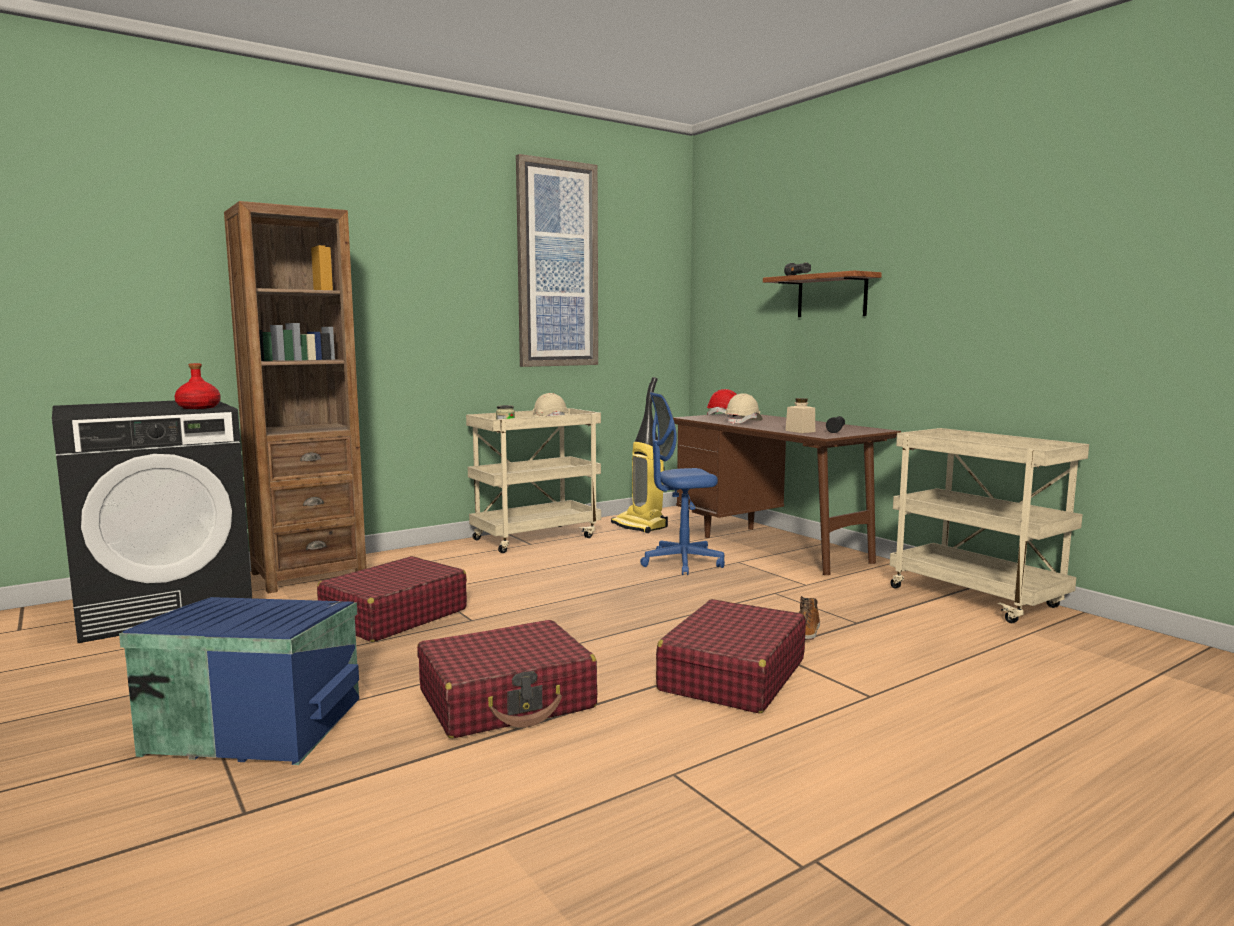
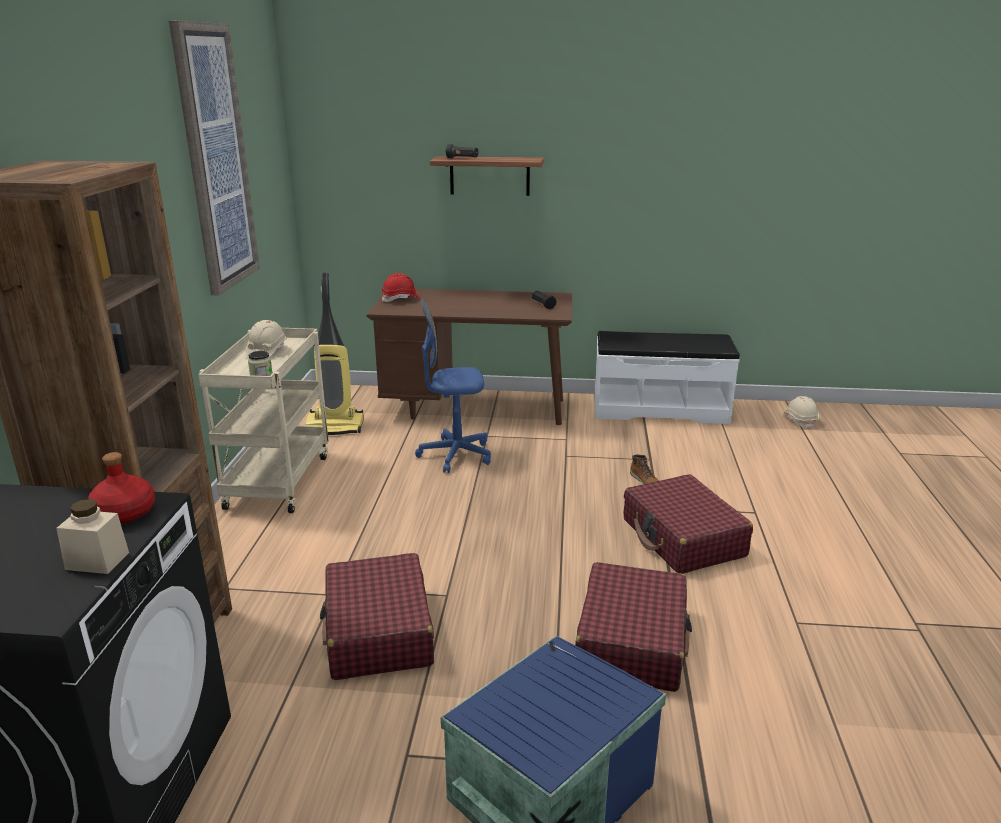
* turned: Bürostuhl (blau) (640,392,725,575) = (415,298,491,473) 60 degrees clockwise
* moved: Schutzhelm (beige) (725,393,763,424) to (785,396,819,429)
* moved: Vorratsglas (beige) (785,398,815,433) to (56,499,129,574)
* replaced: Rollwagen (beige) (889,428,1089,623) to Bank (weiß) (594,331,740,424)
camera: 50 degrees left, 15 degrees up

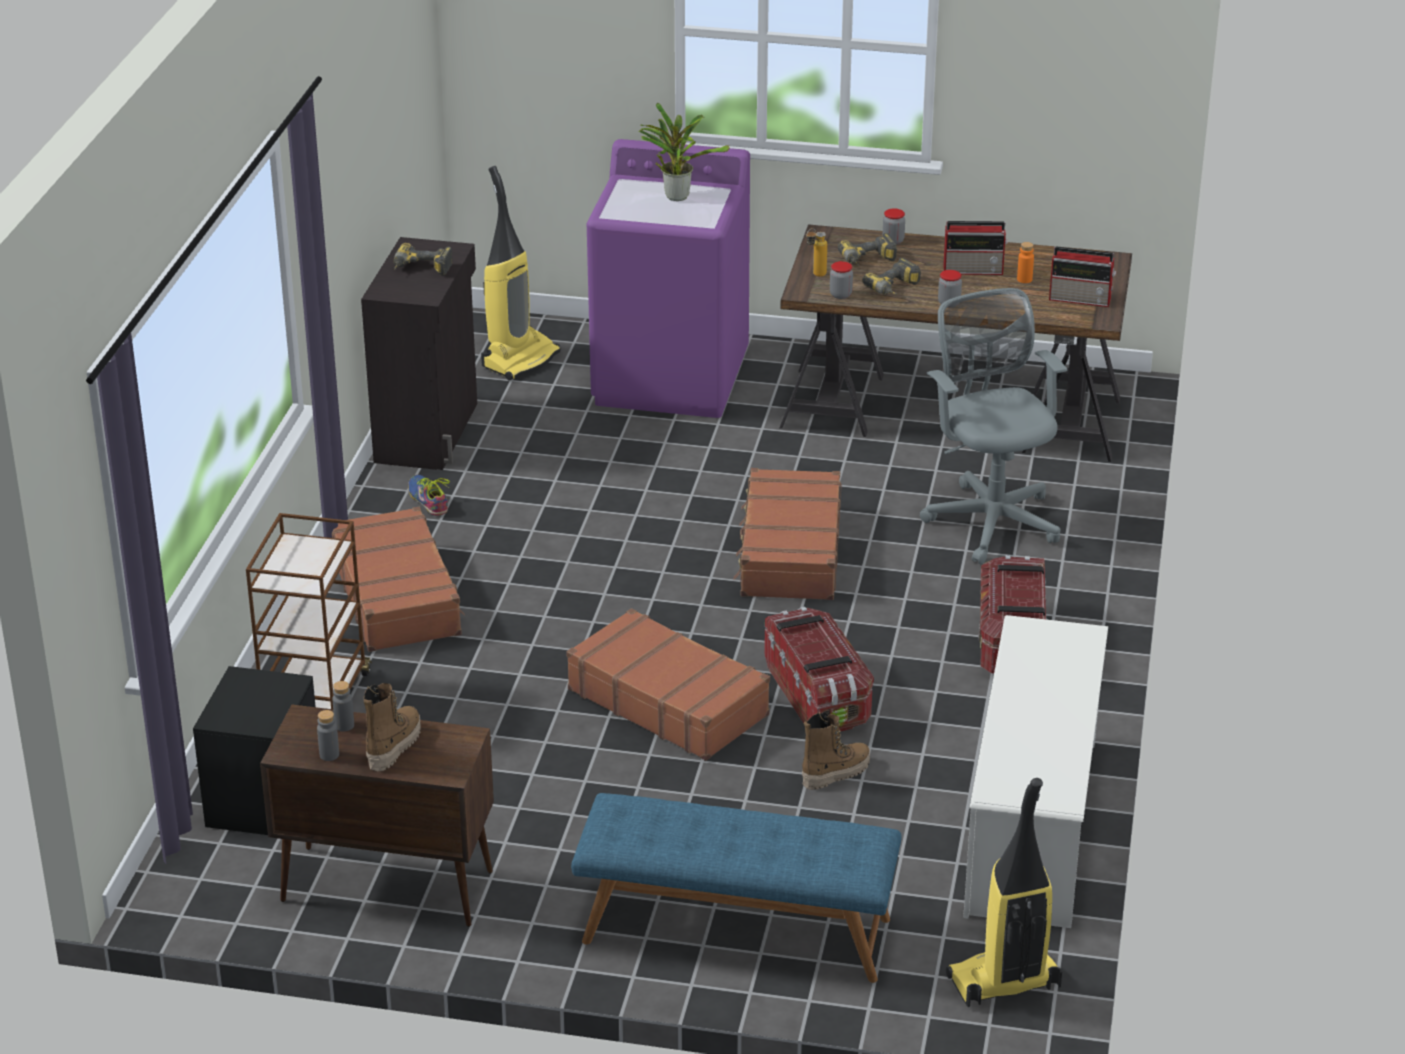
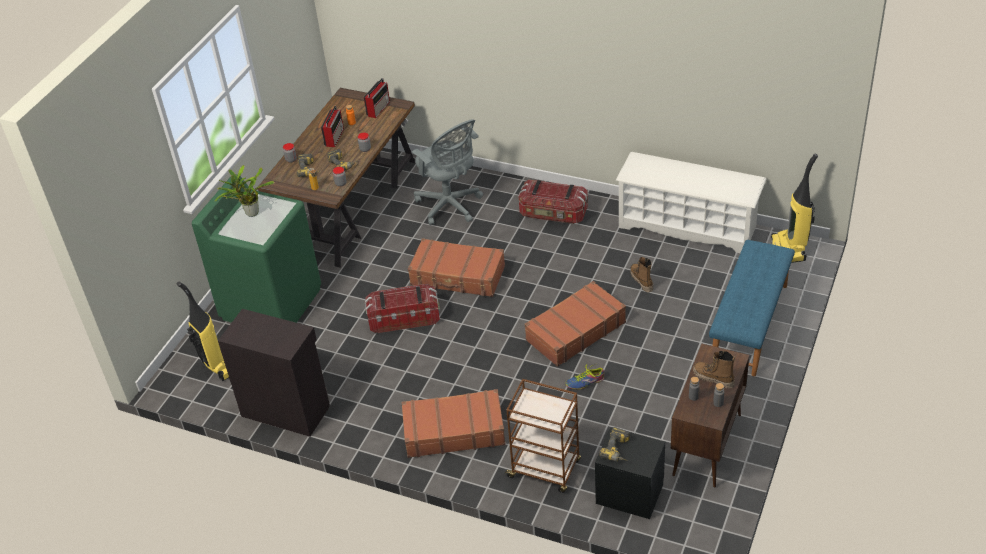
* recoloured: Waschmaschine (lila) (587,139,750,418) to Waschmaschine (grün) (192,174,321,323)
* moved: Bohrmaschine (394,243,452,276) to (599,427,630,461)
* turned: Bürostuhl (grau) (920,288,1068,565) = (412,119,483,225) 120 degrees counterclockwise
* moved: Schuh (408,475,450,516) to (565,363,604,389)
* moved: Aufbewahrungsbox (764,607,874,732) to (365,284,440,333)
camera: 75 degrees left, 10 degrees up

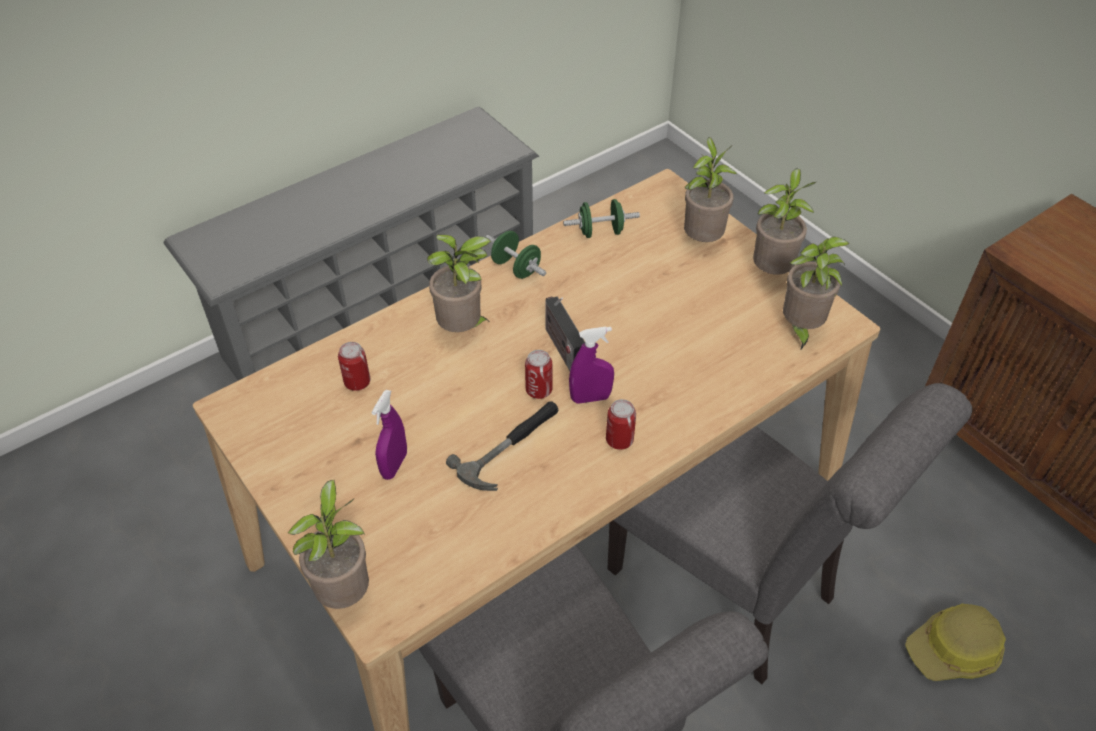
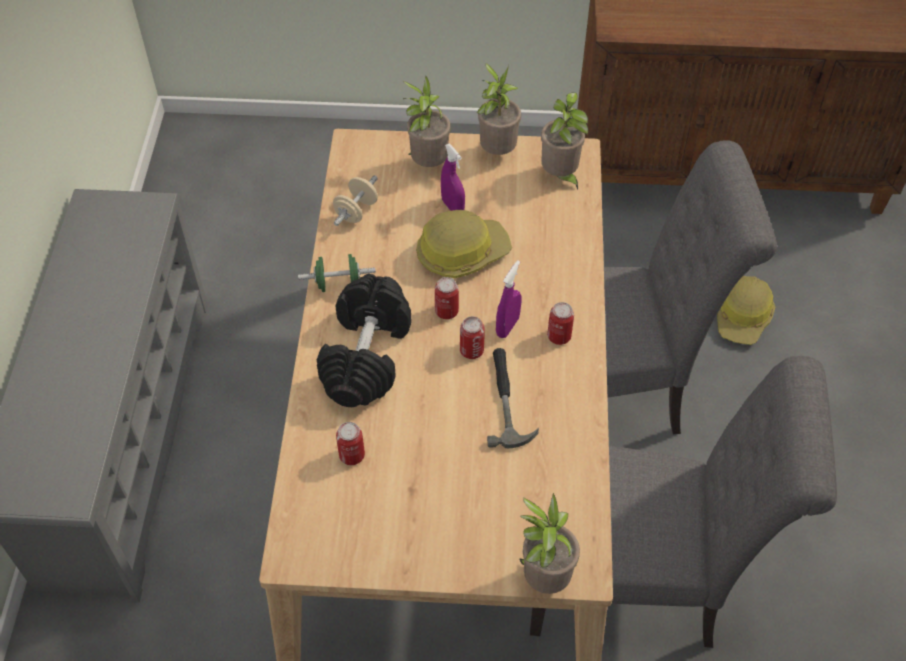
* recoloured: Hantel (grün) (563,199,640,238) to Hantel (beige) (333,175,378,226)
* replaced: Topfpflanze (427,235,491,332) to Hantel (schwarz) (317,274,412,407)
* replaced: Radio (545,296,585,371) to Dose (435,277,459,319)
* moved: Sprühflasche (lila) (371,390,407,480) to (441,144,465,211)
* added: Schutzhelm (416,210,512,278)
camera: 50 degrees left, 5 degrees up

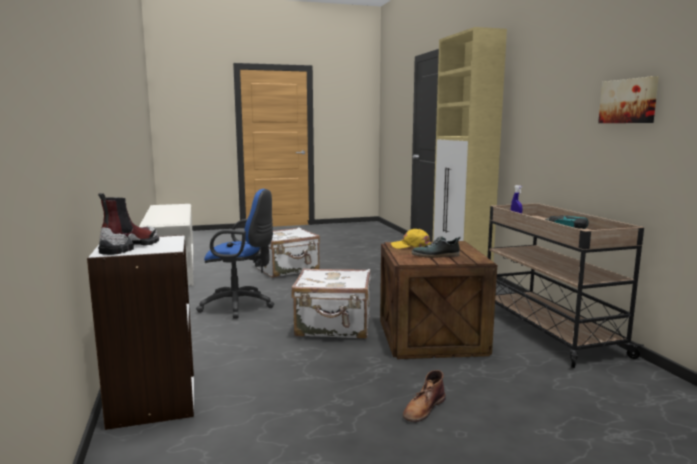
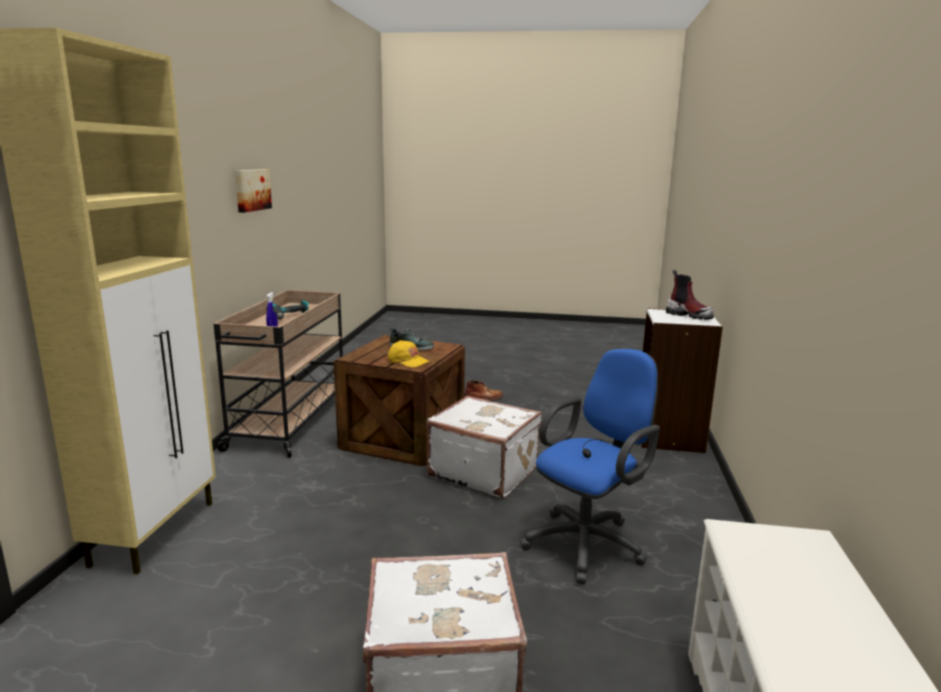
* turned: Bürostuhl (blau) (196,189,274,319) = (520,349,660,584) 105 degrees clockwise
* turned: Stiefel (98,193,159,255) = (666,270,714,320) 90 degrees counterclockwise
camera: 155 degrees left, 5 degrees up

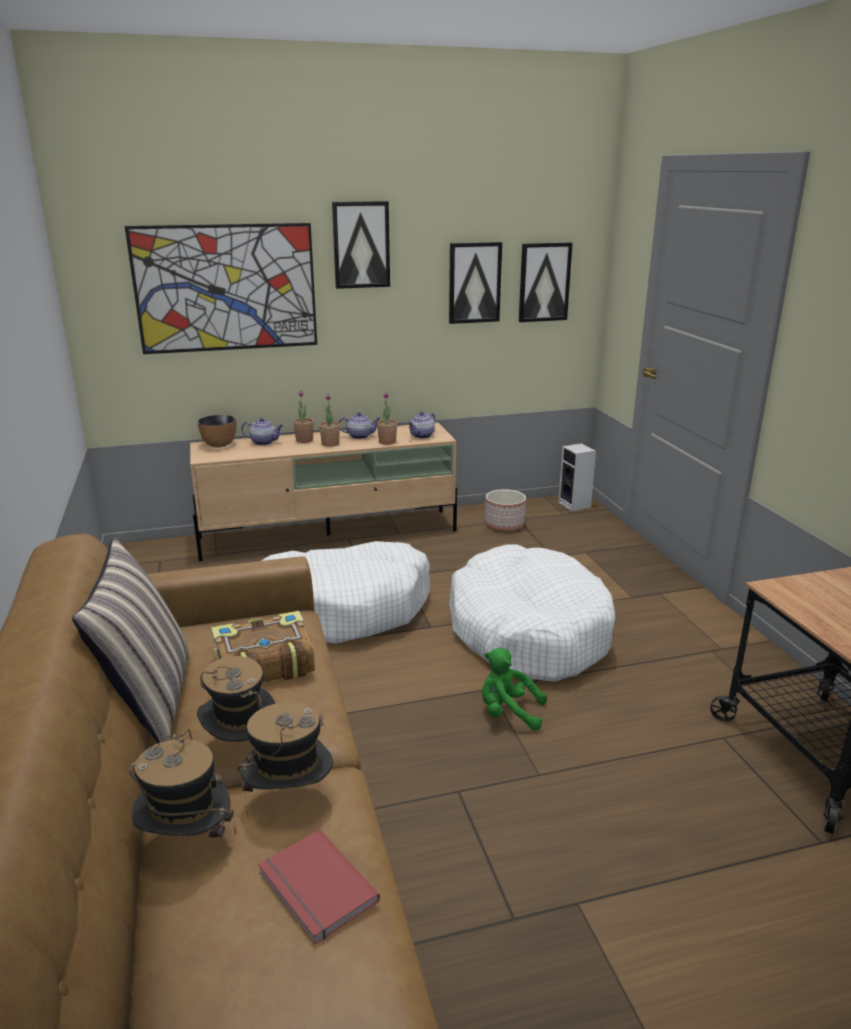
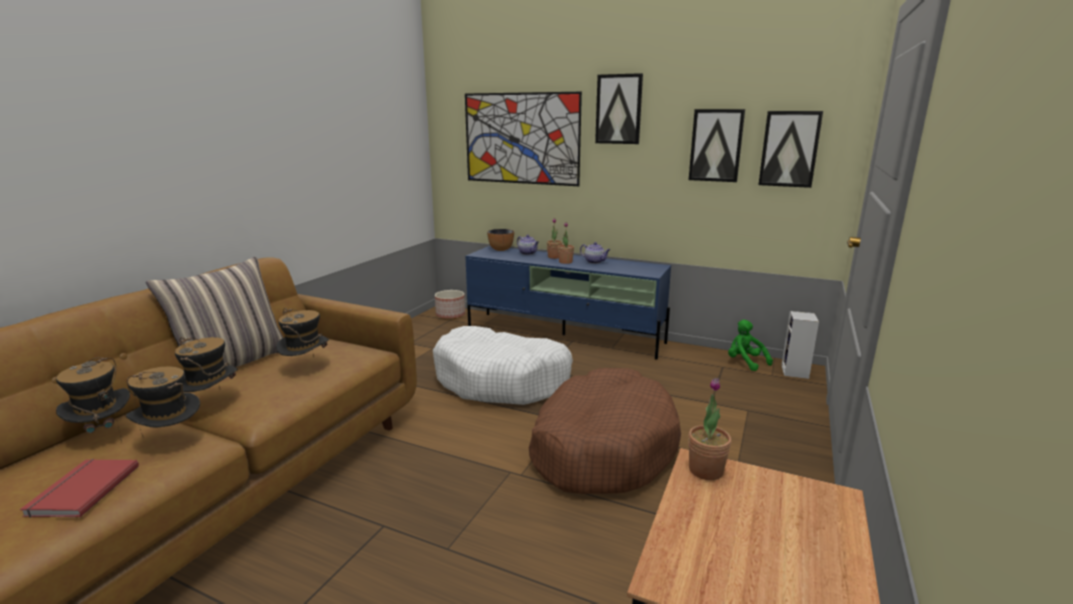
* moved: Topfpflanze (377,391,397,445) to (689,378,731,480)
* removed: Teekanne (408,412,436,438)
* recoloured: Fernsehschrank (beige) (190,422,457,561) to Fernsehschrank (blau) (465,246,671,360)
* moved: Pflanzkübel (485,489,526,531) to (435,290,465,320)
* recoloured: Hundebett (weiß) (449,544,616,682) to Hundebett (braun) (529,368,681,494)
* replaced: Buch (211,611,315,682) to Hut (276,308,329,357)
* moved: Plüschtier (grün) (482,647,547,731) to (728,320,773,371)
camera: 40 degrees right, 5 degrees down

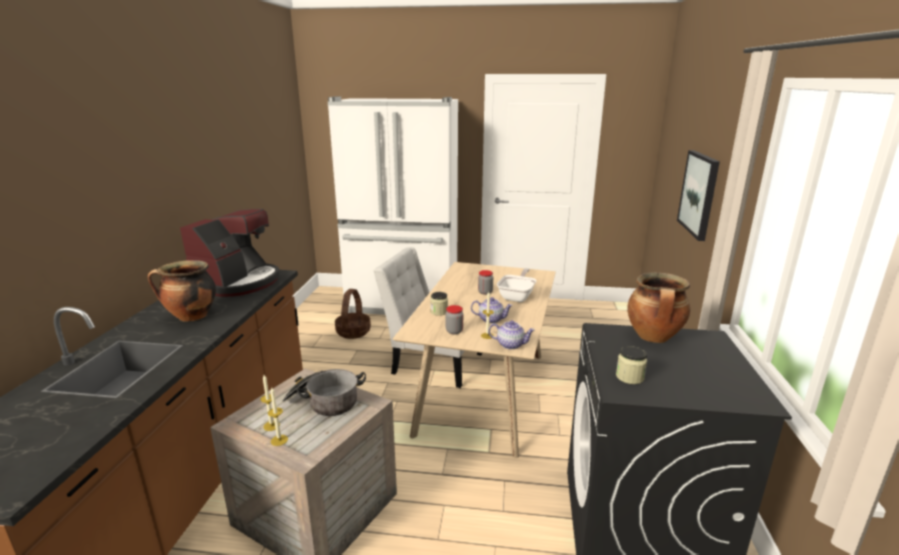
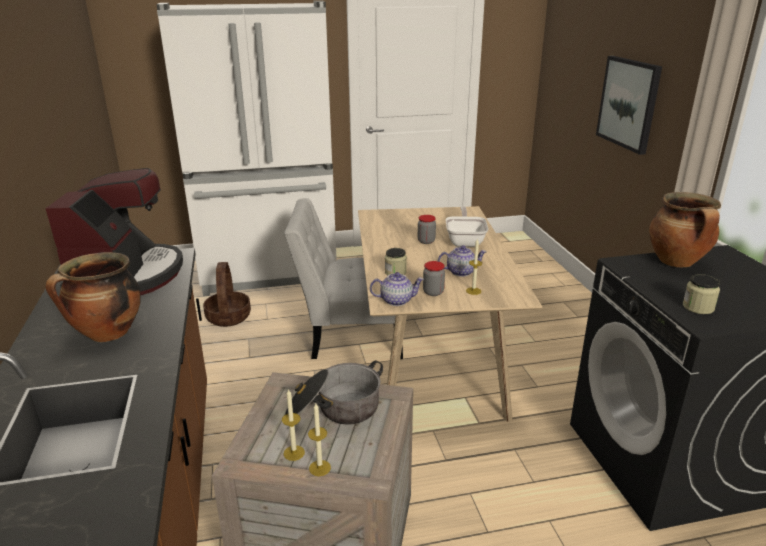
* moved: Teekanne (488,321,535,350) to (370,272,424,306)
camera: 20 degrees left, 5 degrees up

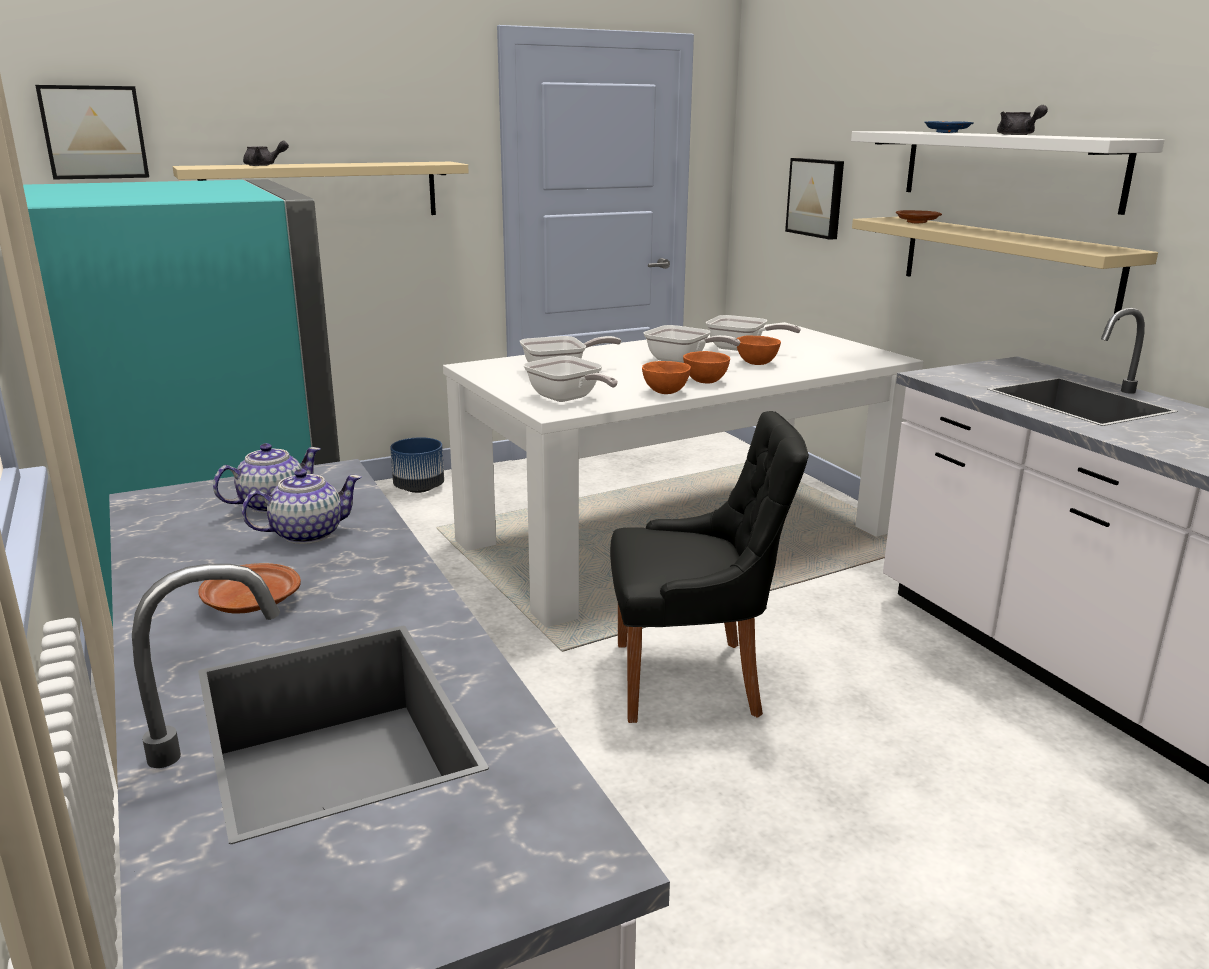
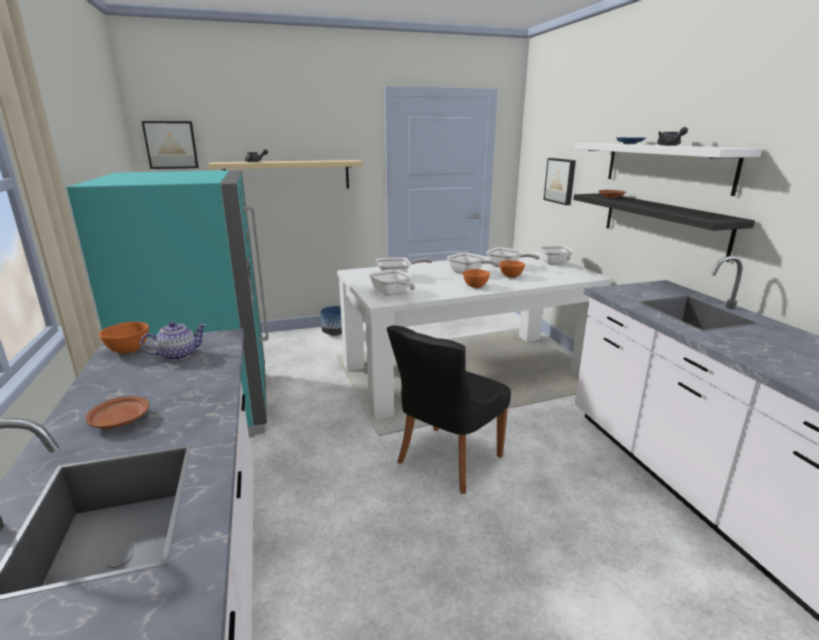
* recoloured: Wandregal (beige) (852,217,1158,320) to Wandregal (schwarz) (573,193,755,262)
* moved: Schüssel (orange) (642,361,691,394) to (99,322,149,354)
* turned: Stuhl (schwarz) (610,411,809,723) = (387,325,511,494) 120 degrees clockwise
* removed: Teekanne (242,469,361,544)
* added: Pfanne (539,245,574,265)
camera: 10 degrees right, 0 degrees up

